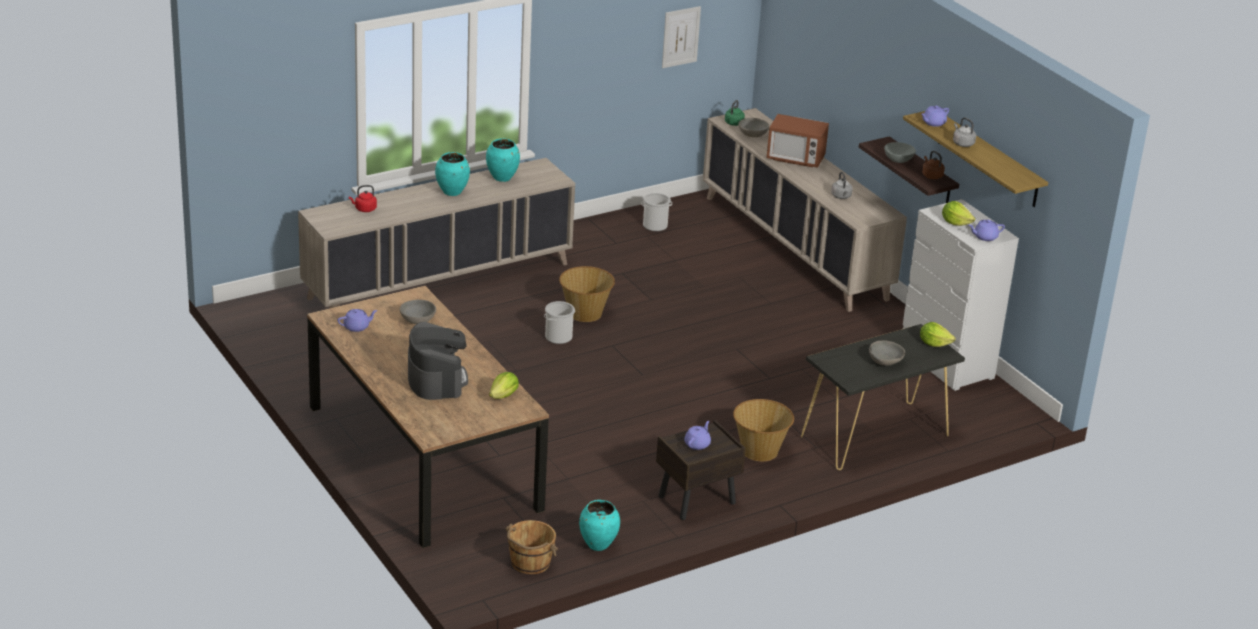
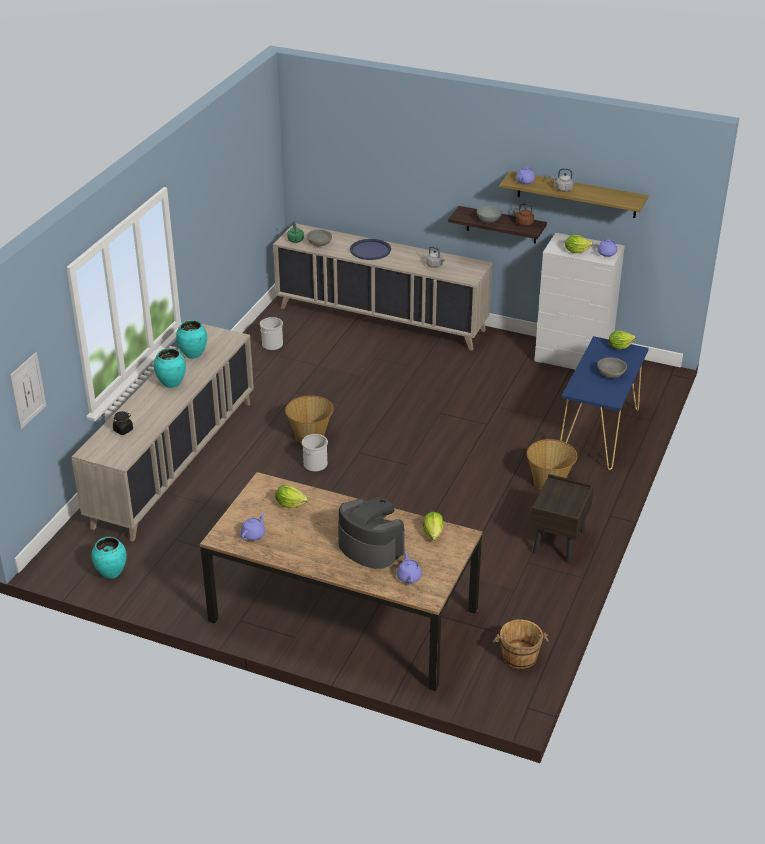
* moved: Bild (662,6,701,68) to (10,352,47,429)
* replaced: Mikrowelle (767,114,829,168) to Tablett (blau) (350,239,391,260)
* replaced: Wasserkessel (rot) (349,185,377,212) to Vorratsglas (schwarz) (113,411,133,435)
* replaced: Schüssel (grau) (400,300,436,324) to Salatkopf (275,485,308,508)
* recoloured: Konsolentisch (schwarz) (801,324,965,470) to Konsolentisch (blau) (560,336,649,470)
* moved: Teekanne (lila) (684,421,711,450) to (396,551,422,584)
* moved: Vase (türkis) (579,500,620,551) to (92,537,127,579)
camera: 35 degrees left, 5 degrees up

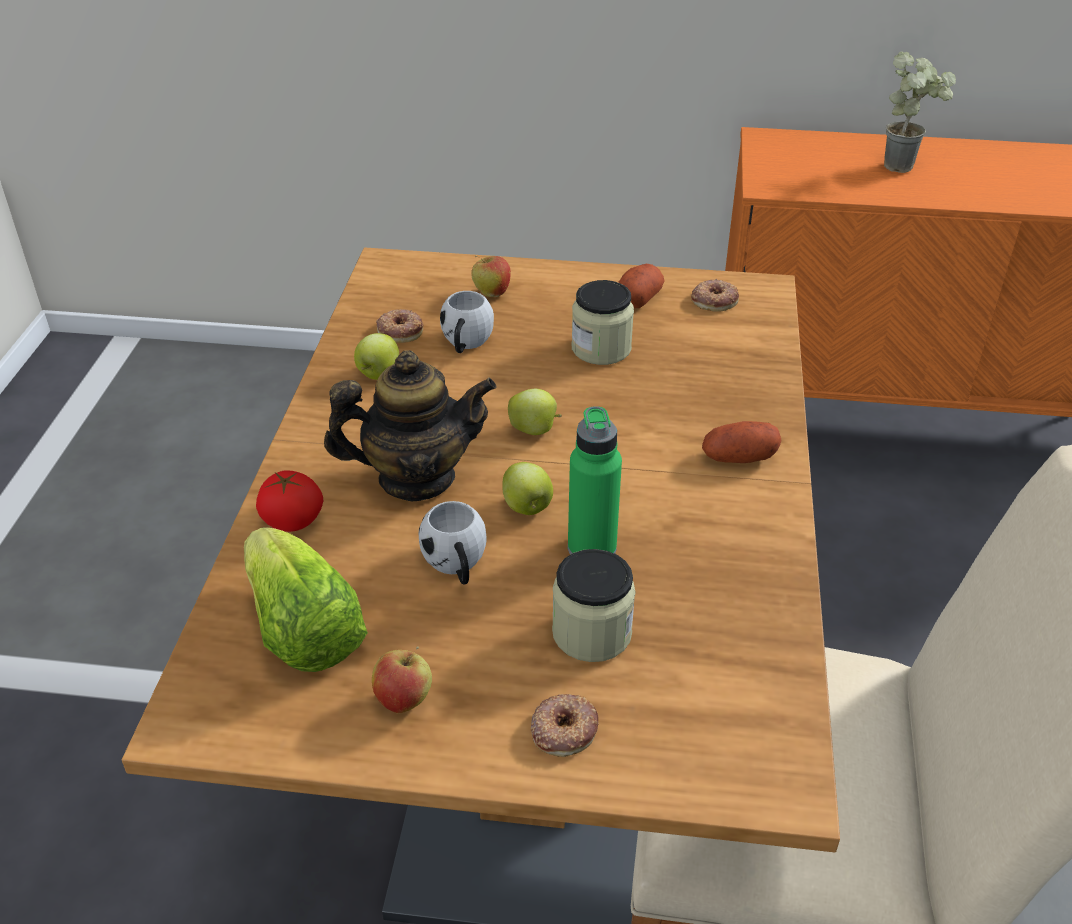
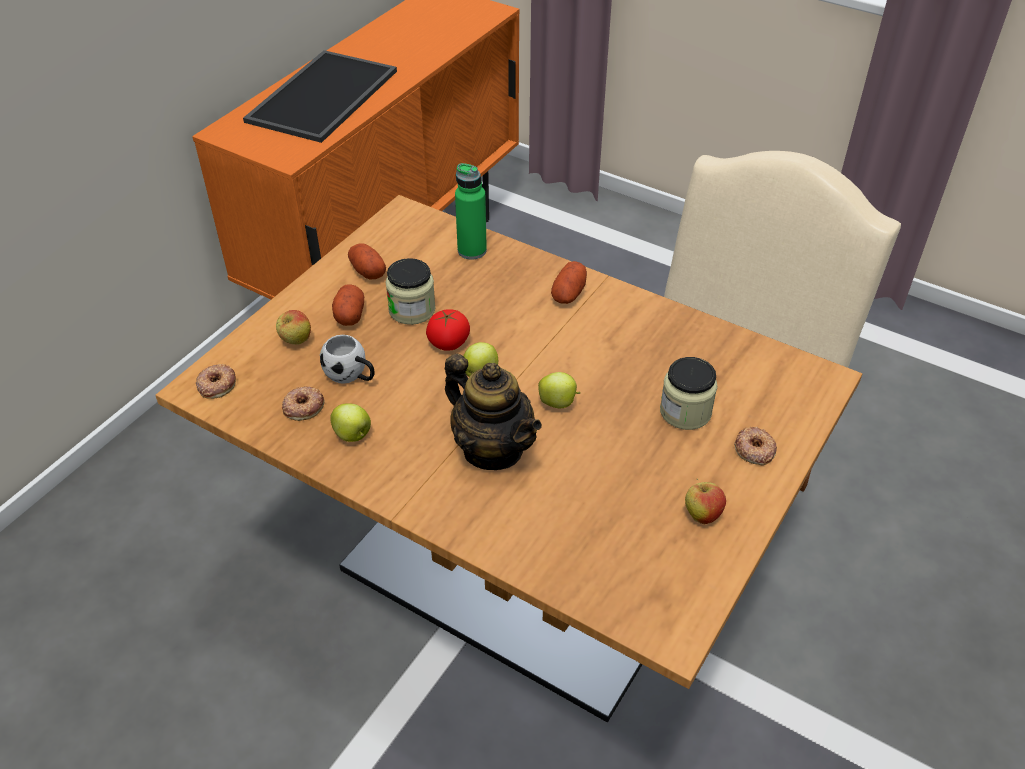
* replaced: Topfpflanze (884,52,956,173) to Tablett (243,50,397,143)
* moved: Donut (691,279,739,312) to (196,364,236,399)
* turned: Teekanne (324,350,497,501) = (445,354,542,470) 120 degrees clockwise
* moved: Flasche (grün) (568,406,622,555) to (455,163,487,259)
* moved: Tomate (256,470,323,532) to (426,309,470,351)
* removed: Henkelbecher (weiß) (419,501,486,585)
* removed: Salatkopf (244,527,368,672)
* added: Kartoffel (332,284,364,326)
camera: 65 degrees left, 5 degrees up

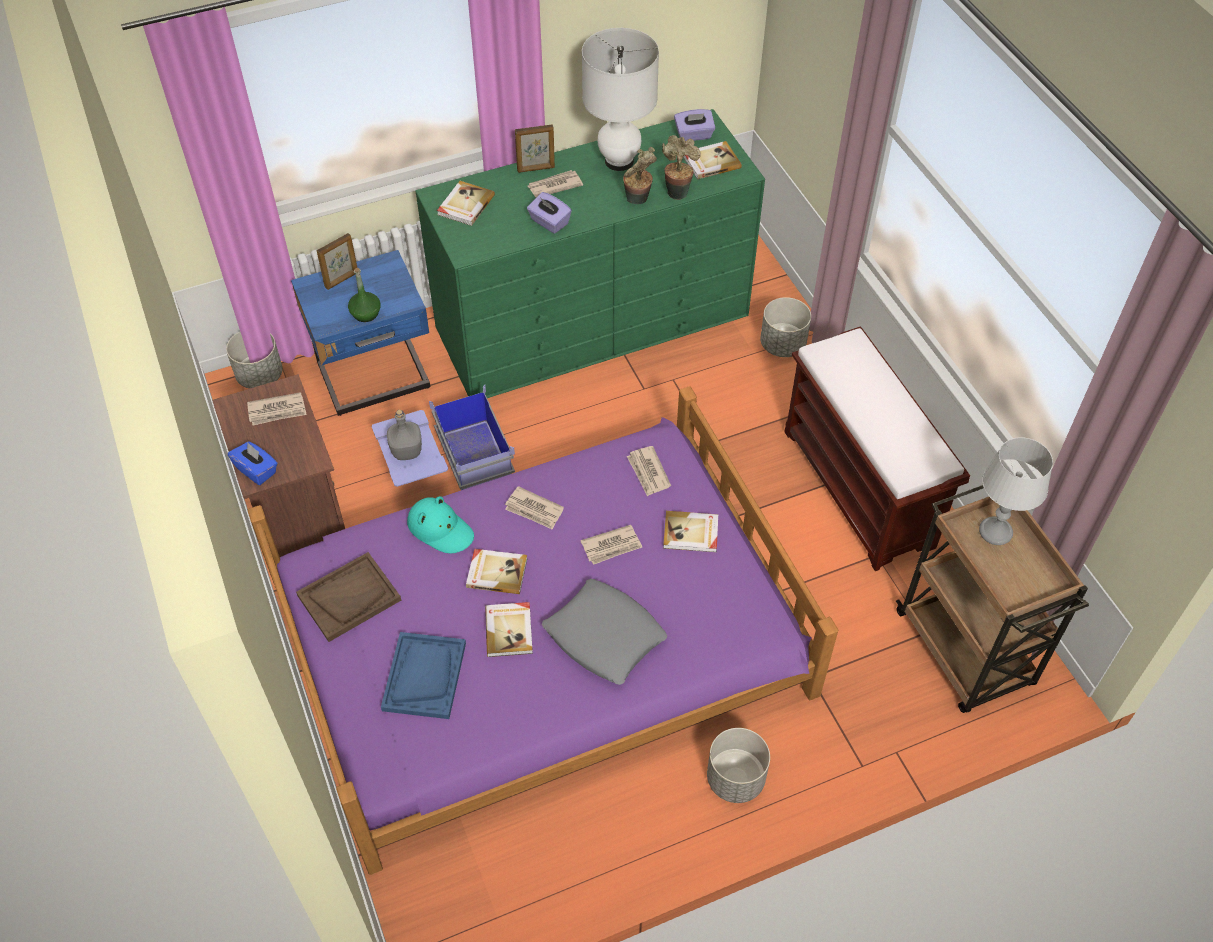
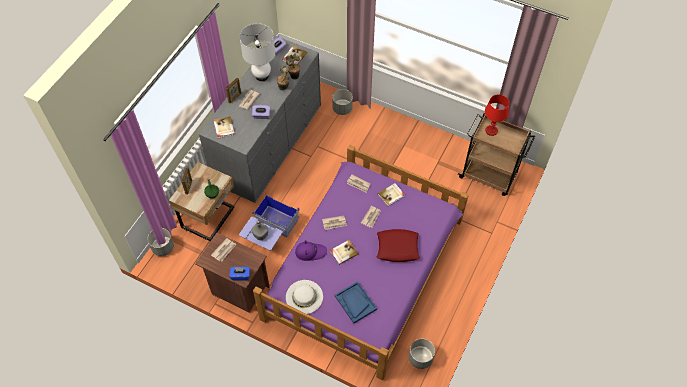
* recoloured: Kommode (grün) (416,109,765,398) to Kommode (grau) (199,35,321,203)
* recoloured: Nachttisch (blau) (291,250,430,416) to Nachttisch (beige) (169,162,234,241)
* removed: Bank (braun) (784,326,970,571)
* recoloured: Tischlampe (grau) (979,437,1053,545) to Tischlampe (rot) (485,95,509,136)
* recoloured: Hut (türkis) (407,496,474,554) to Hut (lila) (295,240,327,261)
* replaced: Tablett (braun) (296,552,401,642) to Hut (weiß) (286,280,323,314)
* recoloured: Kissen (grau) (542,579,667,685) to Kissen (rot) (377,229,420,262)
* removed: Buch (485,602,533,657)
* moved: Pflanzkübel (grau) (707,728,770,803) to (409,339,435,369)
camera: 40 degrees left, 5 degrees up

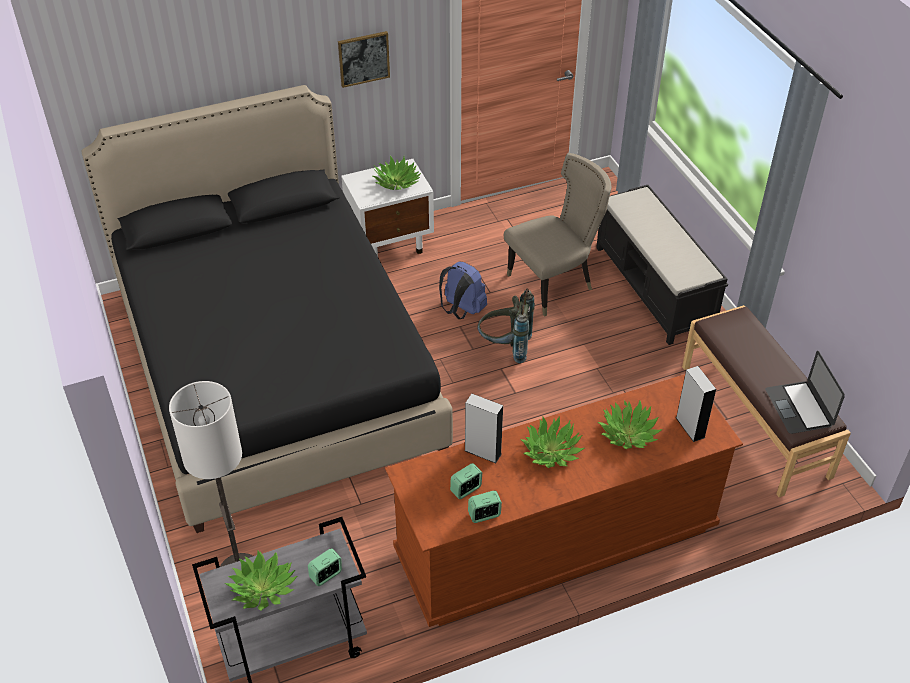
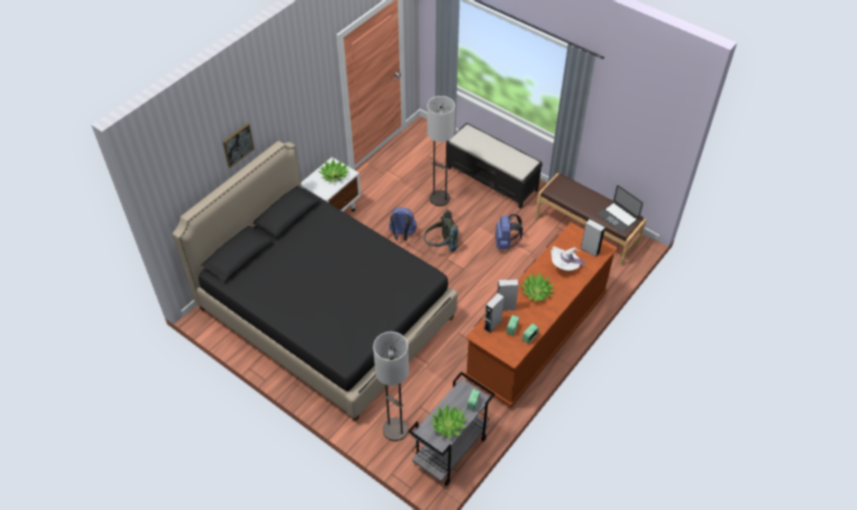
* moved: Bild (338,31,390,88) to (223,123,254,168)
* replaced: Stuhl (beige) (504,153,612,316) to Stehlampe (427,96,455,206)
* replaced: Topfpflanze (598,400,663,449) to Hut (weiß) (551,246,586,271)
* added: Rucksack (blau) (495,214,523,249)
* added: Lautsprecher (grau) (484,293,504,333)
camera: 30 degrees left, 5 degrees up

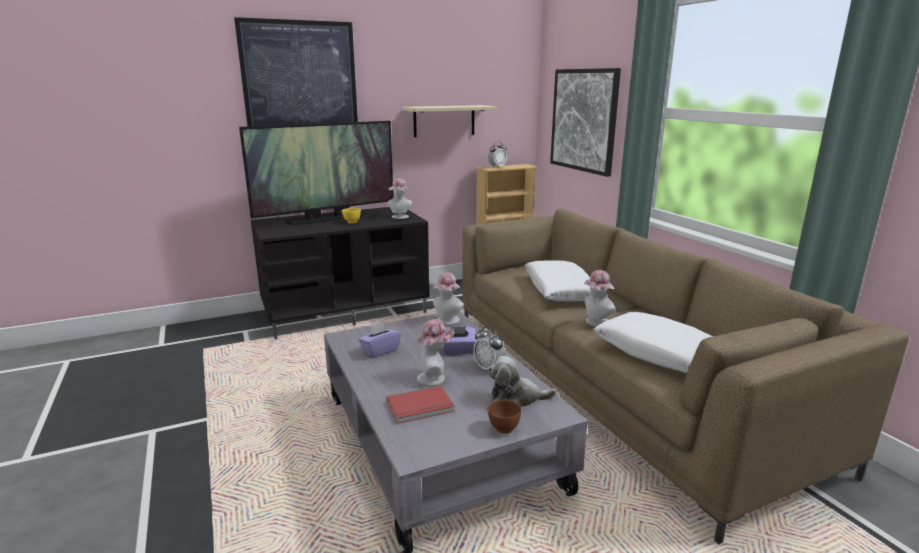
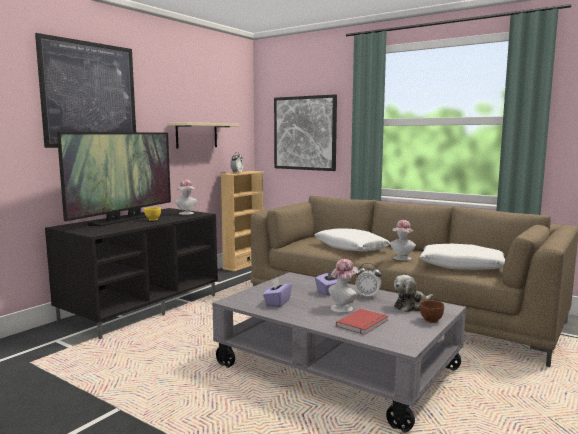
* removed: Hut (433,273,464,325)
camera: 30 degrees left, 10 degrees down

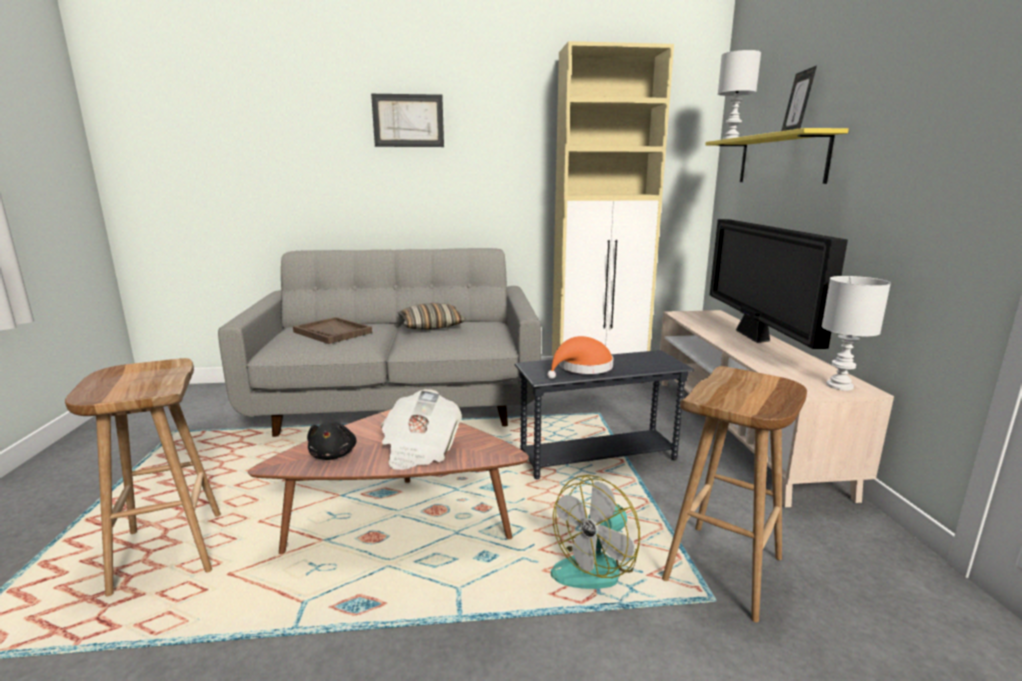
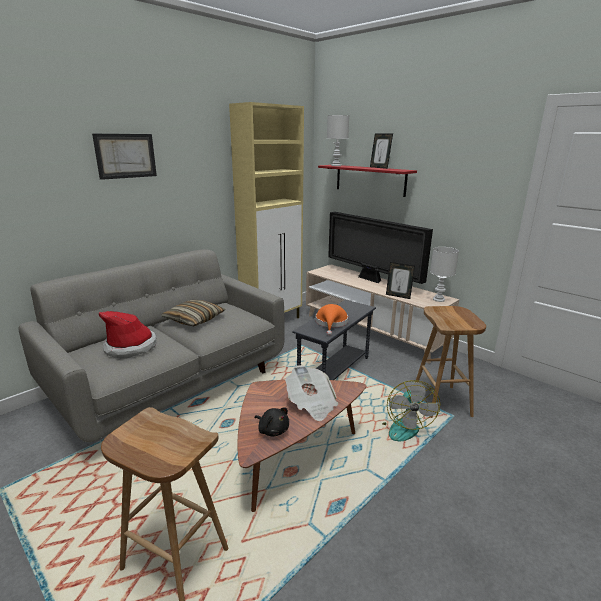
* recoloured: Wandregal (gelb) (706,128,849,184) to Wandregal (rot) (318,165,417,197)
* replaced: Tablett (braun) (293,317,372,344) to Hut (99,311,157,358)
* added: Bilderrahmen (386,262,415,299)
camera: 40 degrees left, 5 degrees up

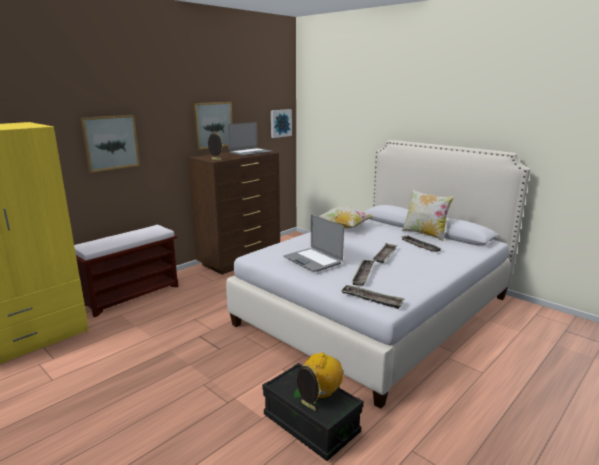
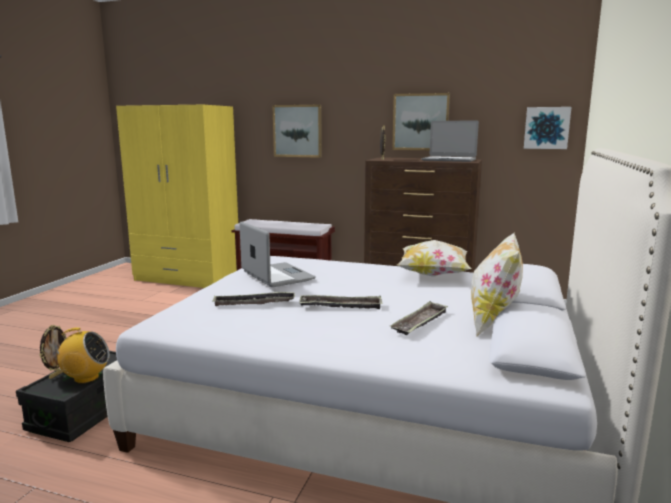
* turned: Laptop (283,215,344,272) = (239,222,316,287) 120 degrees clockwise
* removed: Tablett (341,285,405,309)
camera: 65 degrees right, 5 degrees down

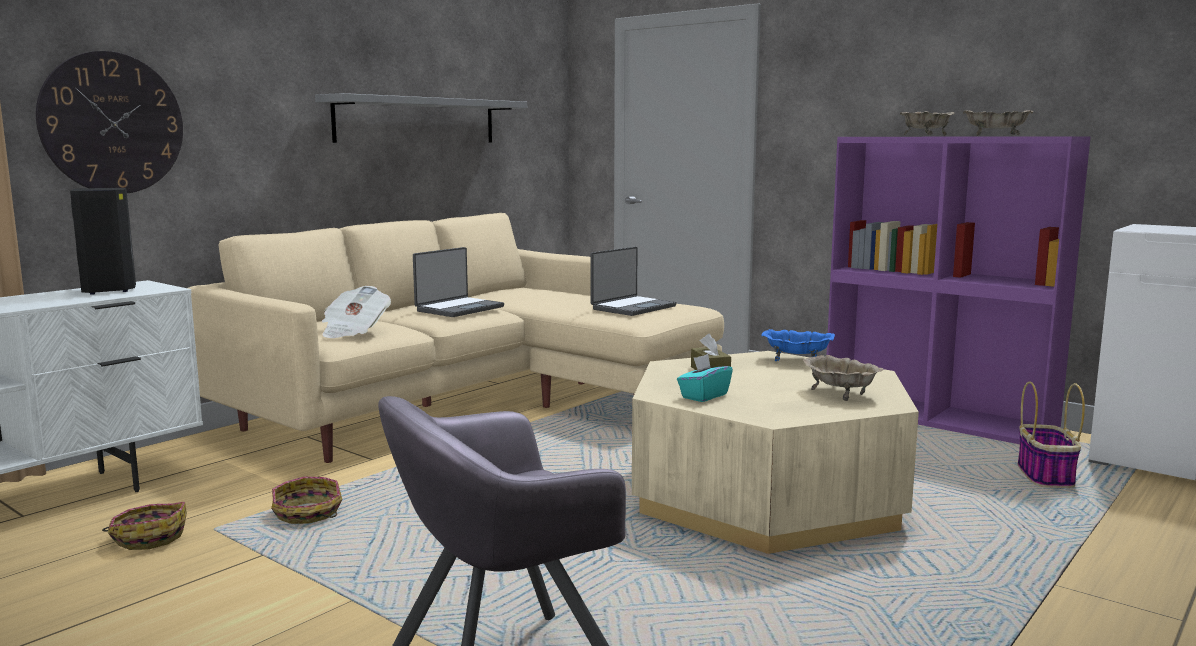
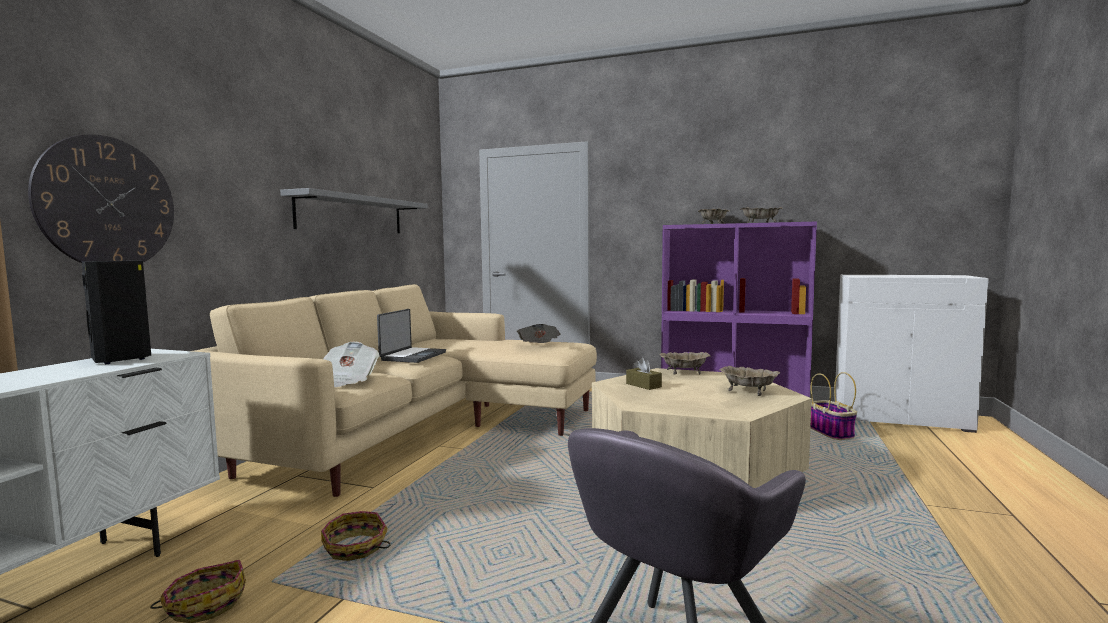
* replaced: Laptop (590,247,677,316) to Zeitung (517,324,561,343)
* recoloured: Schüssel (blau) (761,329,835,361) to Schüssel (beige) (660,352,711,375)
* removed: Taschentuchbox (türkis) (677,354,733,402)
camera: 20 degrees left, 5 degrees down

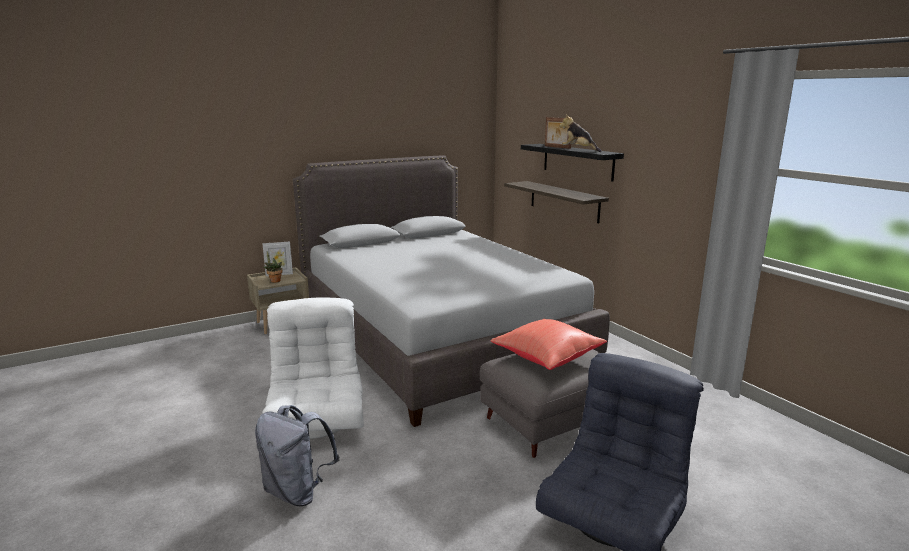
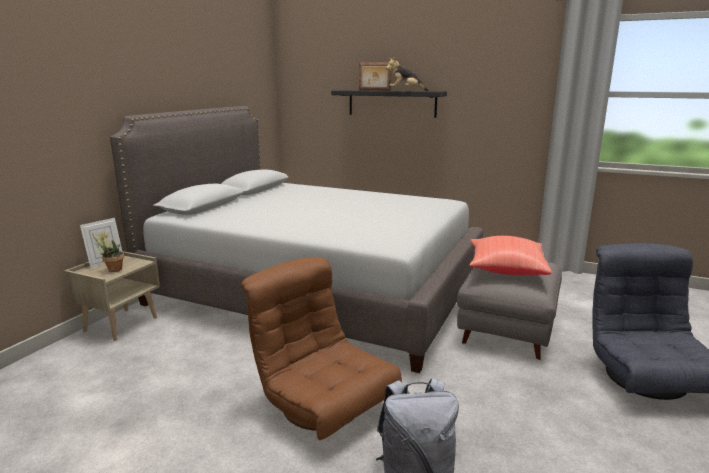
* removed: Wandregal (504,181,609,224)
* recoloured: Sessel (weiß) (262,297,364,439) to Sessel (braun) (241,257,402,440)
camera: 35 degrees left, 0 degrees up

